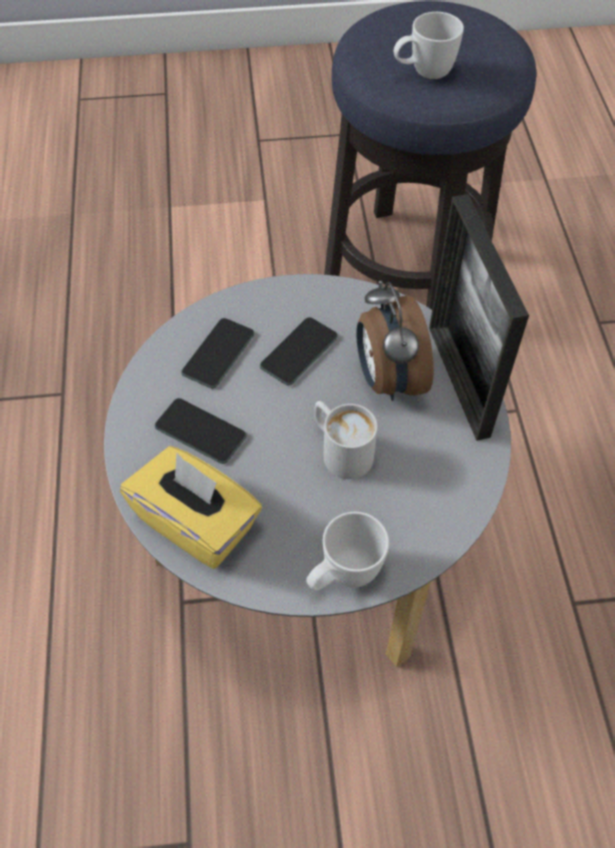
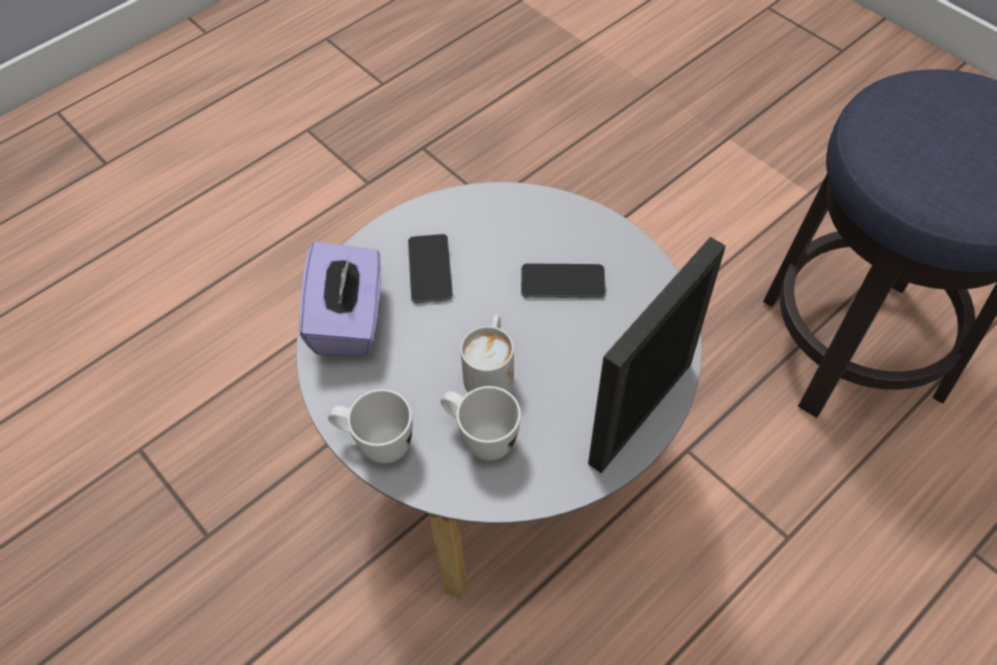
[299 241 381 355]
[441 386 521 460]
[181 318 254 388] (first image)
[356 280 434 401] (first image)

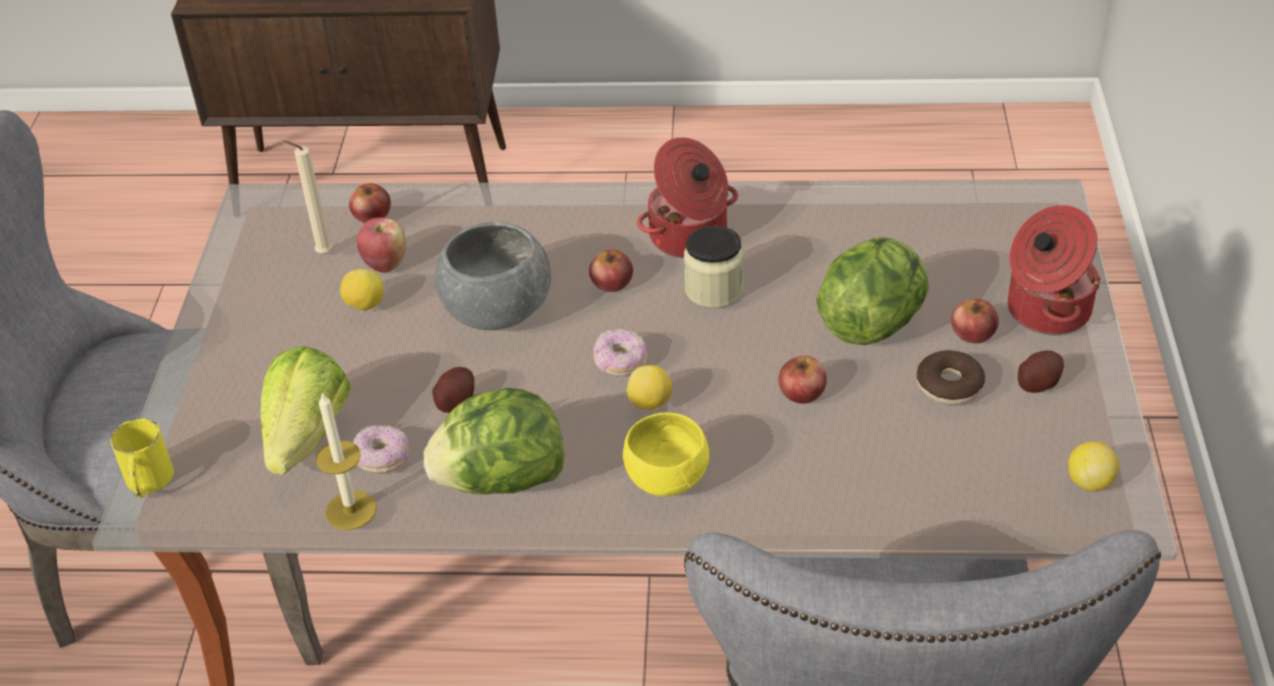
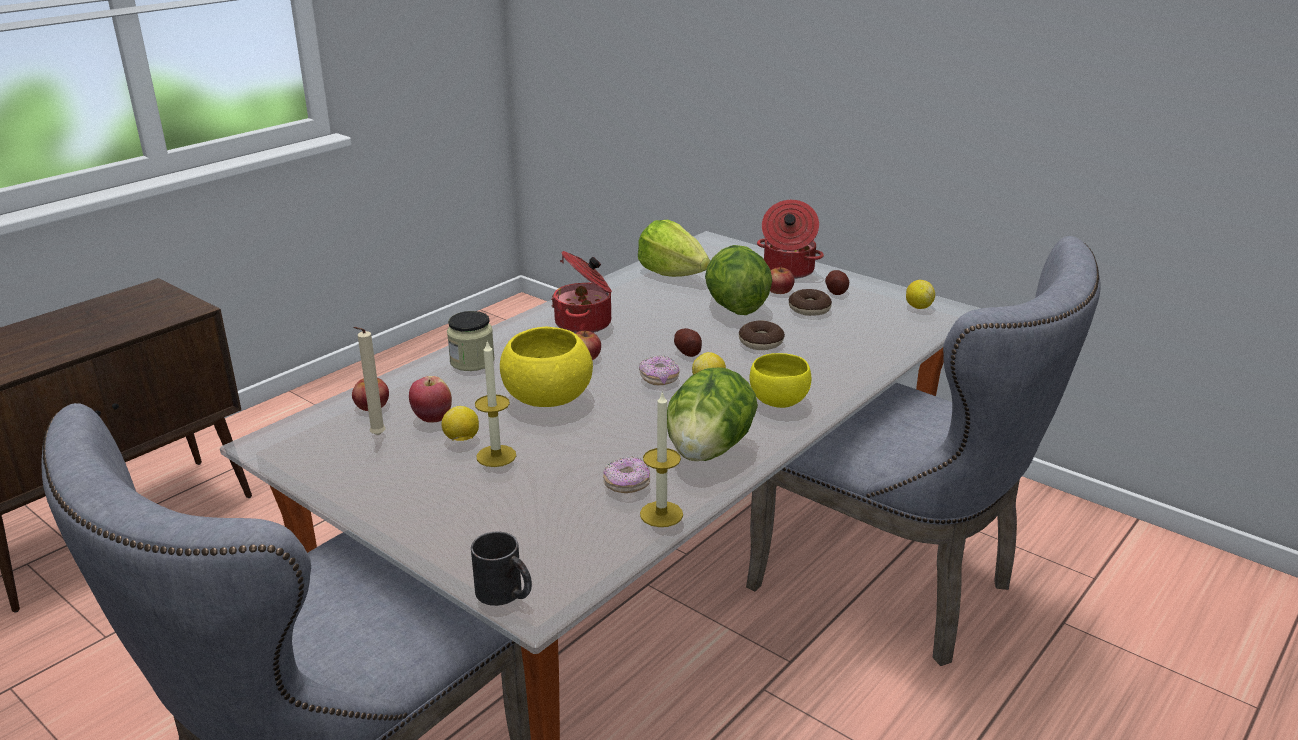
[447 311 495 371]
[471 531 532 606]
[475 340 516 467]
[500 327 593 407]
[638 220 710 277]
[674 328 702 357]
[739 321 785 350]

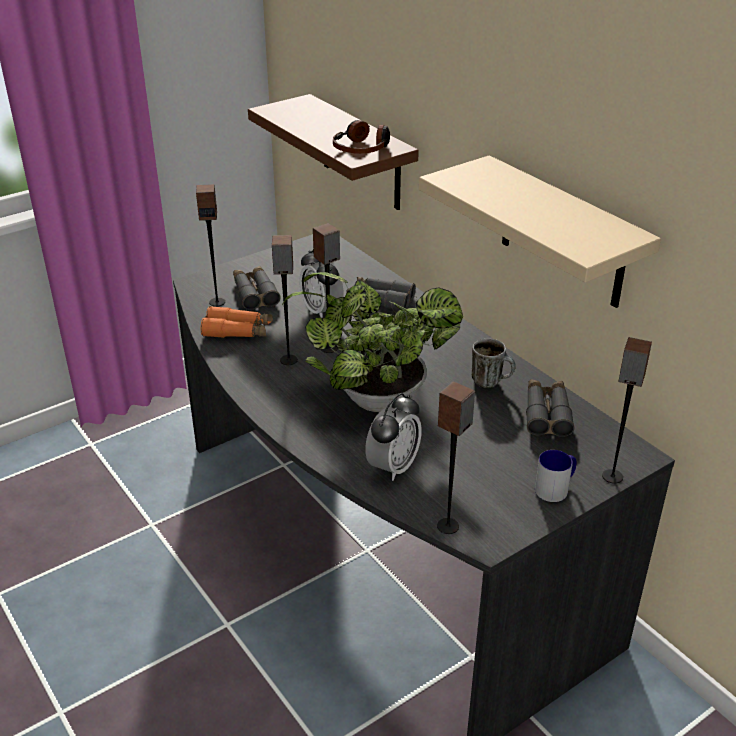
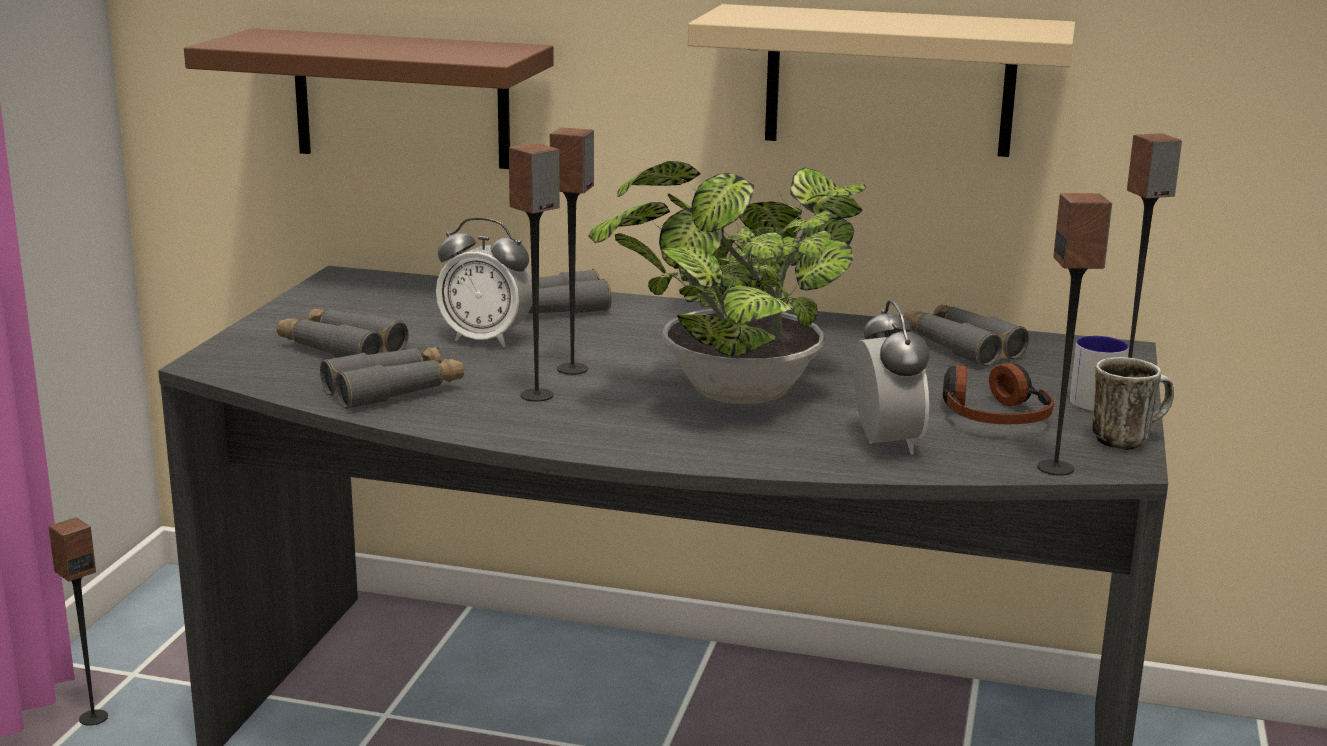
[48 517 108 726]
[320 347 464 409]
[943 363 1054 424]
[1092 357 1174 450]

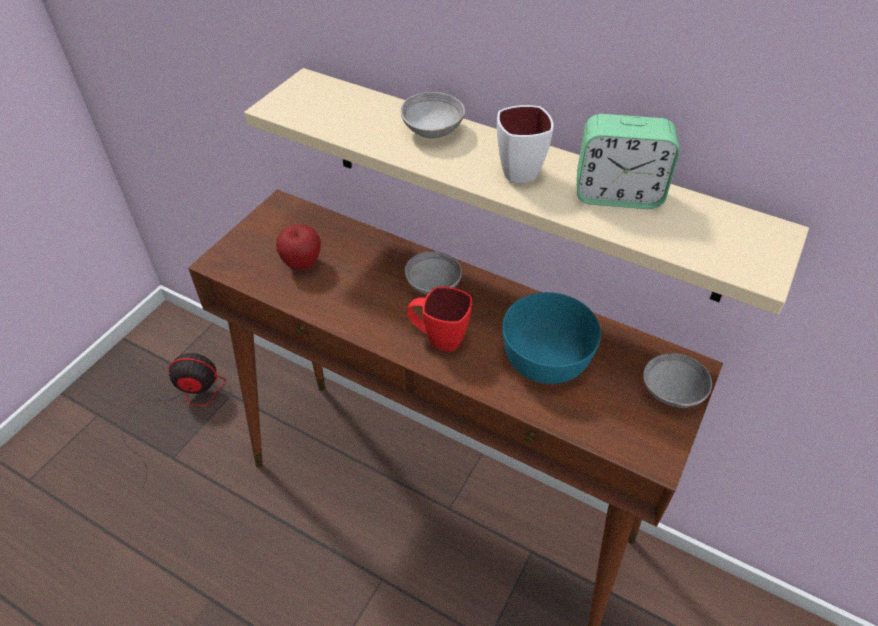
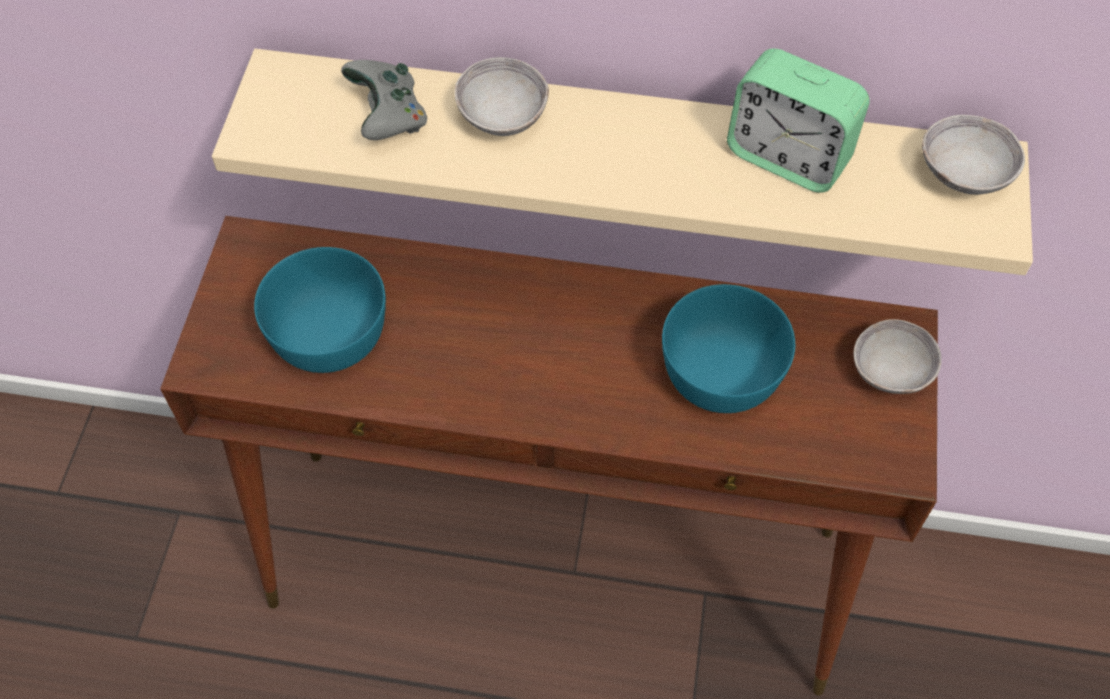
[254 247 386 373]
[341 60 427 140]
[727 48 870 193]
[922 115 1025 195]
[122 353 226 487] (first image)
[407 287 472 352] (first image)
[497 105 554 183] (first image)

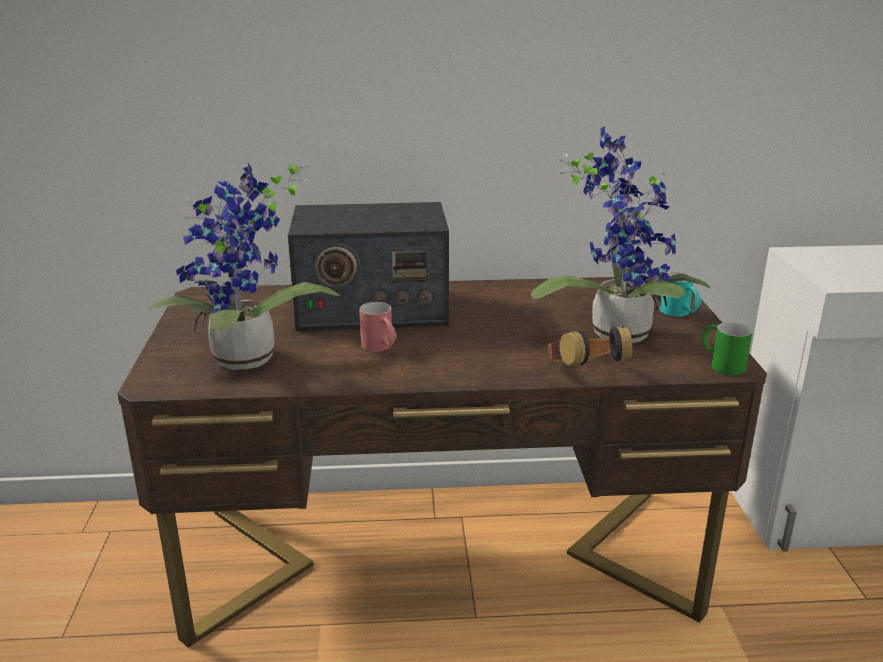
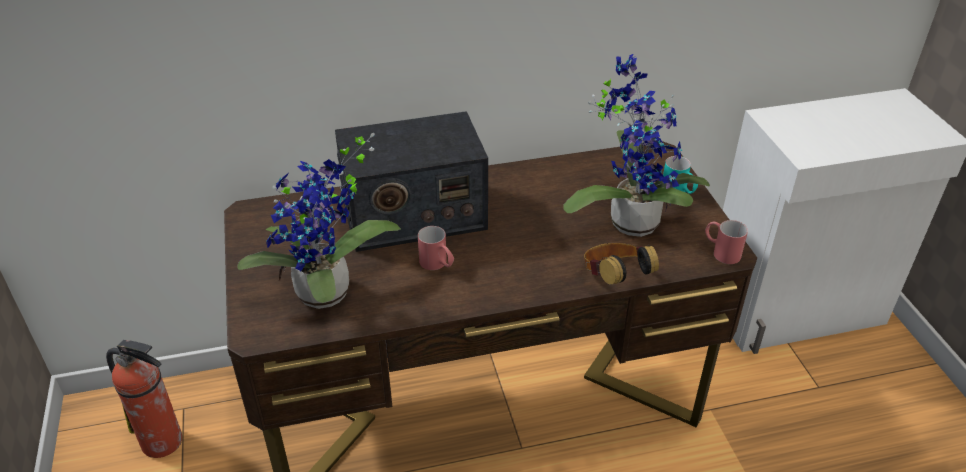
[106 340 182 458]
[705 220 748 264]

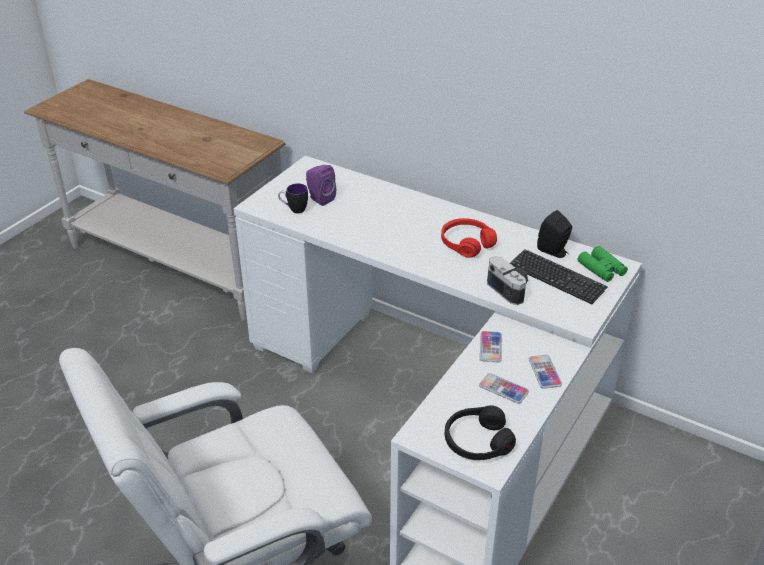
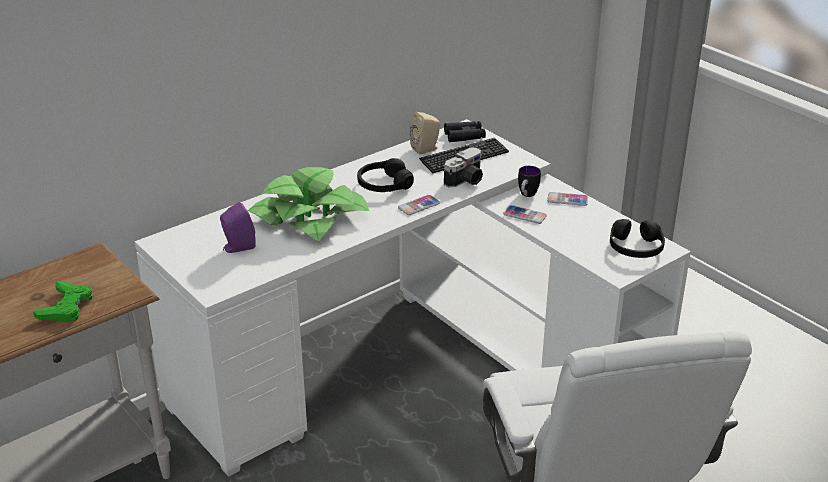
[33 281 93 322]
[248 167 369 241]
[357 158 414 192]
[398 195 440 215]
[410 112 440 155]
[444 121 486 142]
[444 147 483 188]
[518 166 541 197]

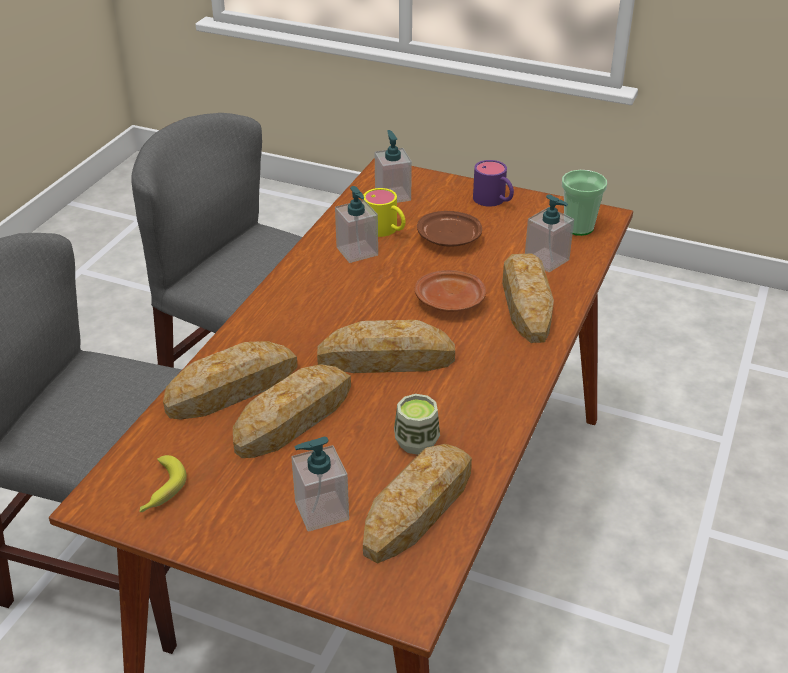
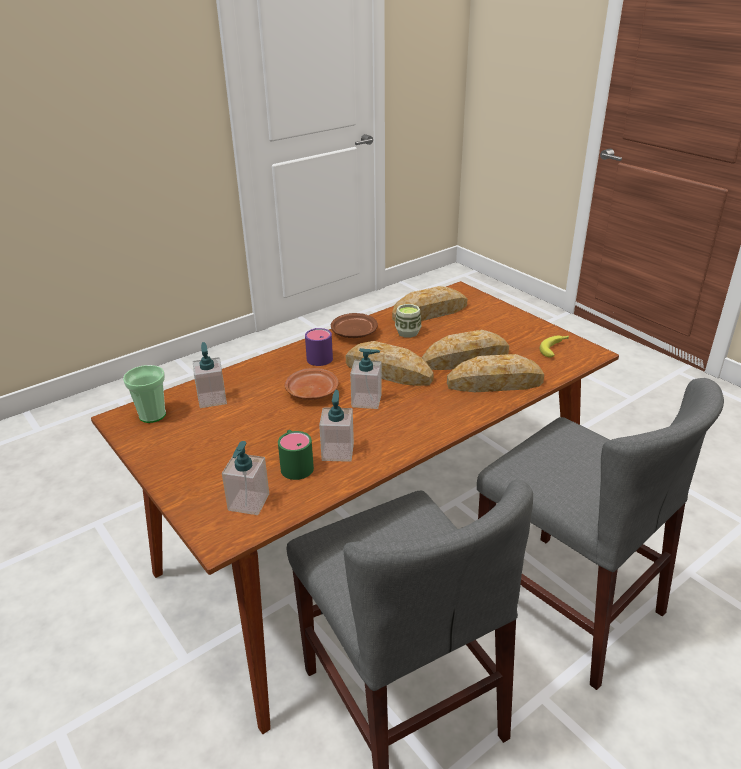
[278 430 314 480]
[305 328 333 366]
[331 313 378 338]
[350 348 382 409]
[502 254 554 343] (first image)

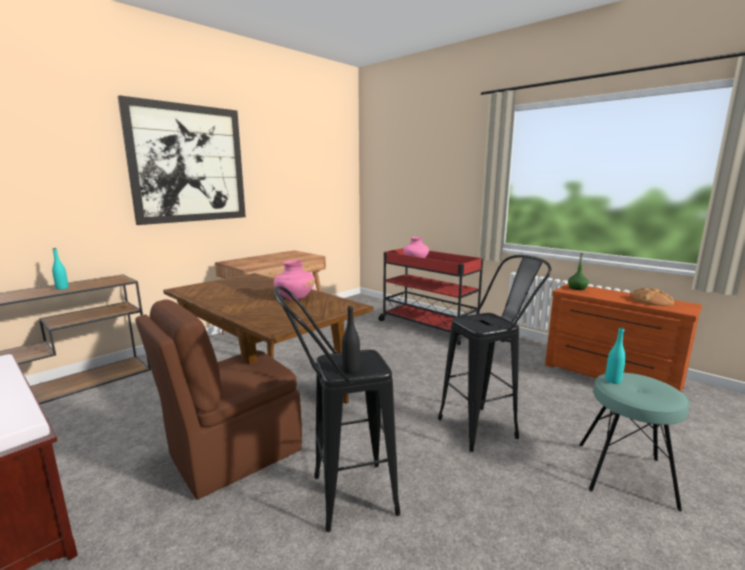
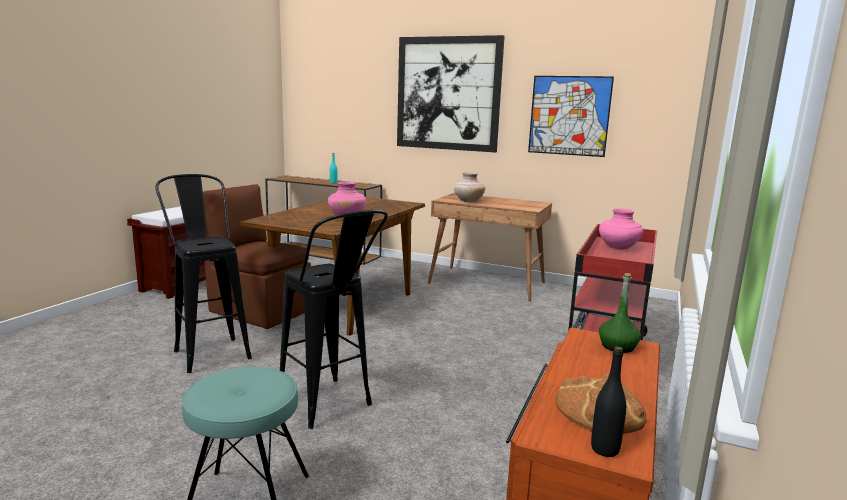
[454 172 485 202]
[528 76 614 157]
[591 347 626 457]
[605 327 626 384] (first image)

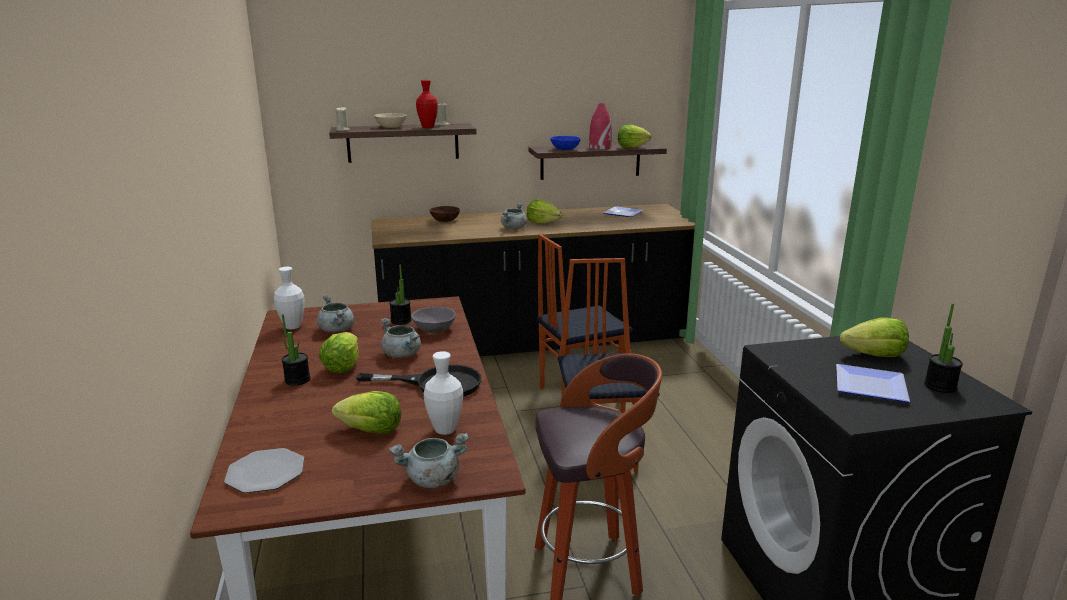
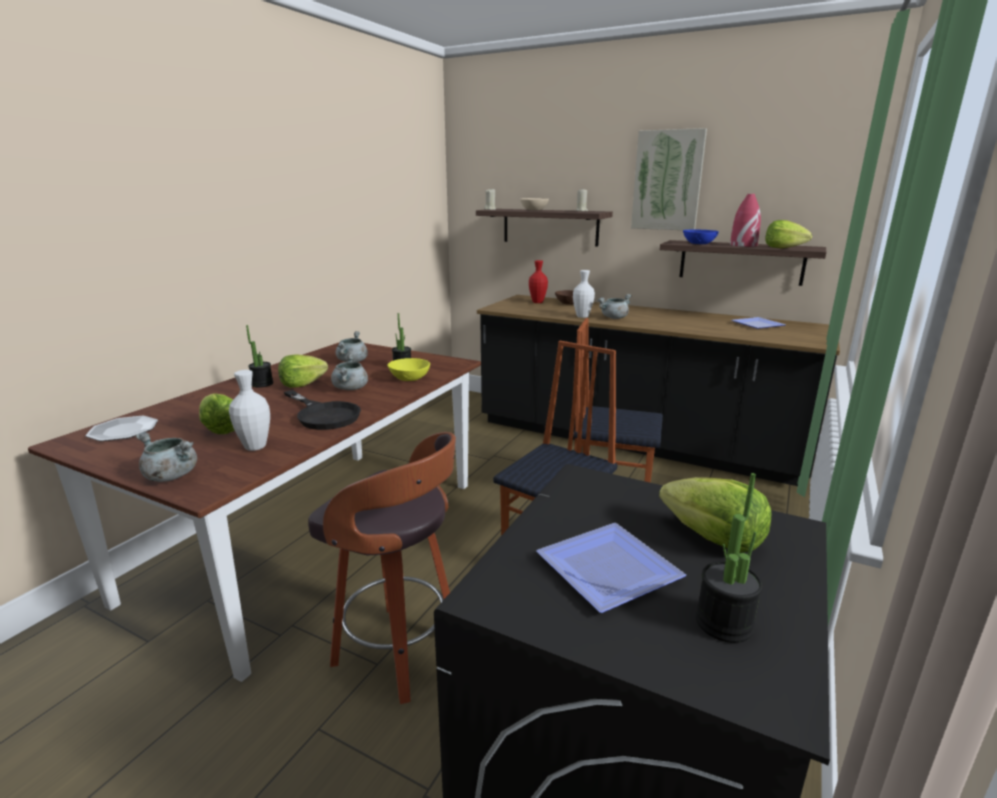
[387 358 430 381]
[529 260 548 303]
[573 270 595 318]
[631 128 707 230]
[527 200 562 224] (first image)

